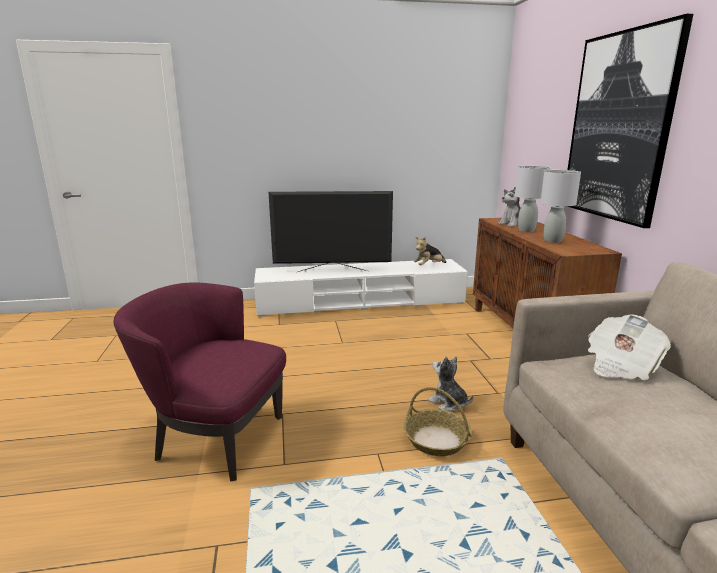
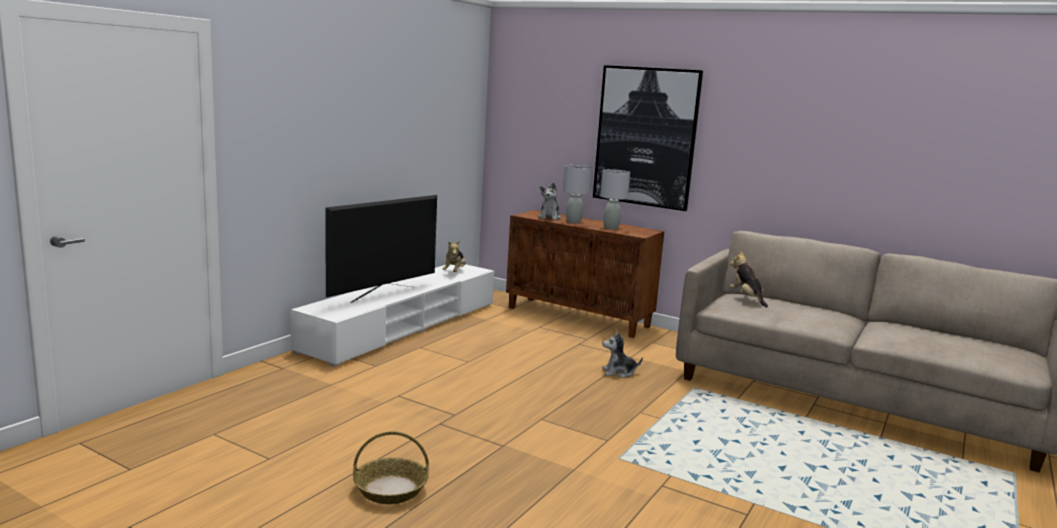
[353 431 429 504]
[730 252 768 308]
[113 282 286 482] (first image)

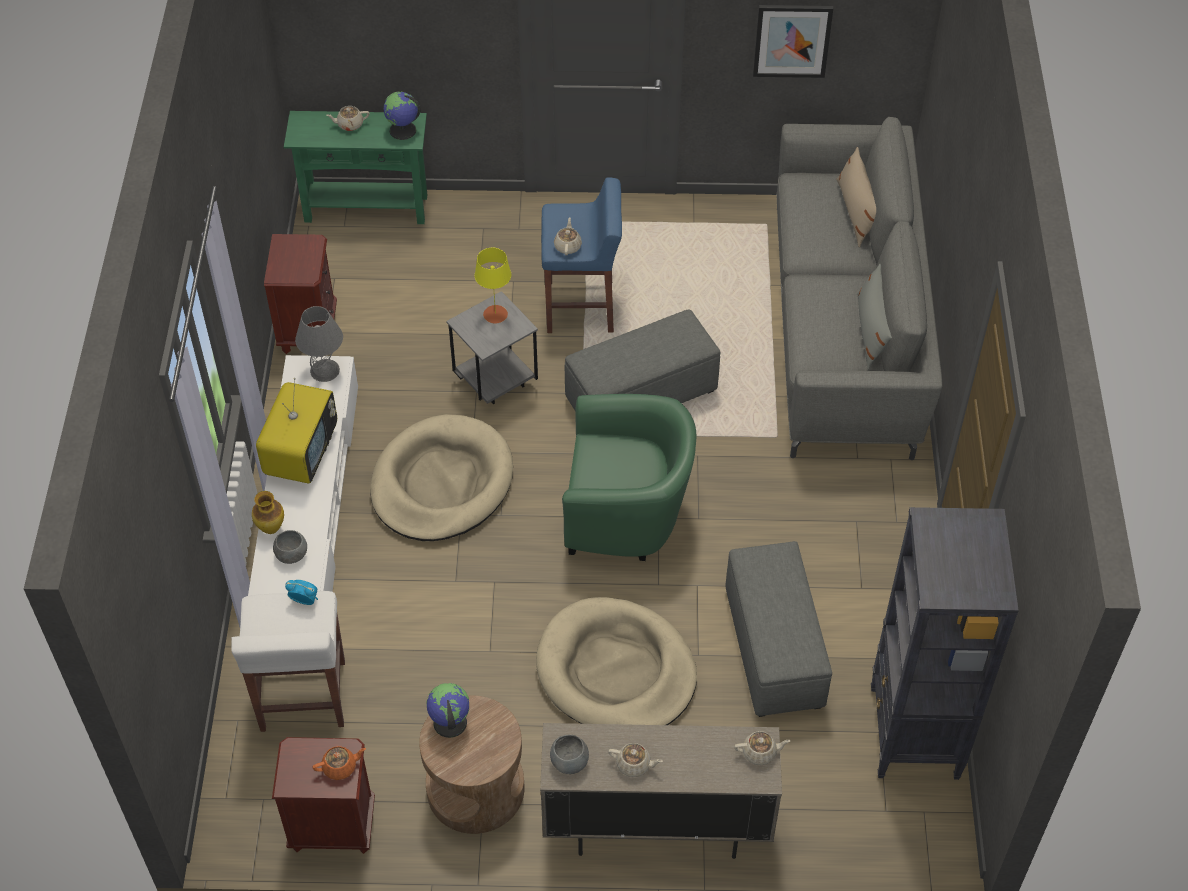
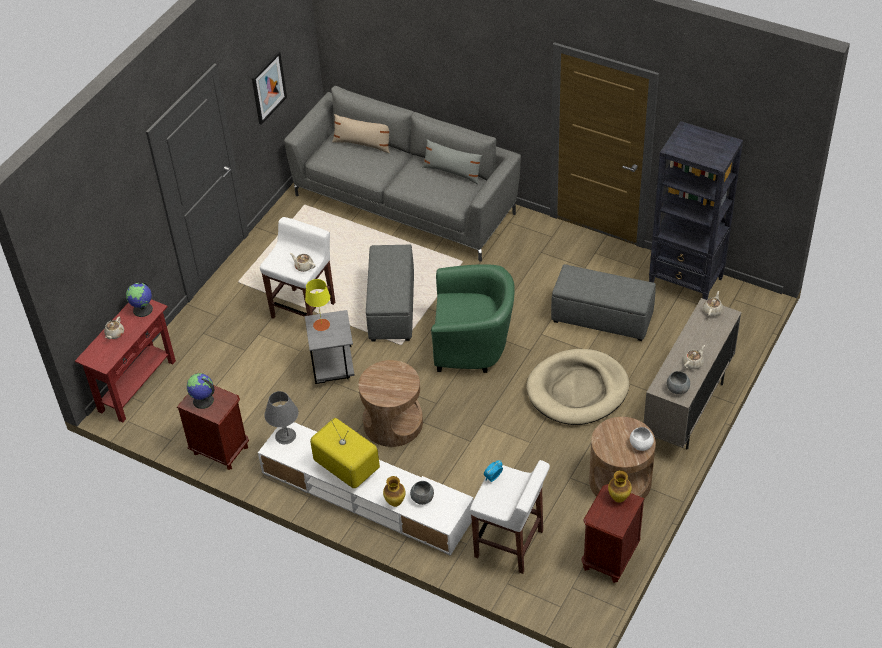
[75 299 176 423]
[186 373 215 409]
[260 217 335 319]
[358 360 423 447]
[431 264 515 373]
[608 471 632 503]
[630 427 654 451]

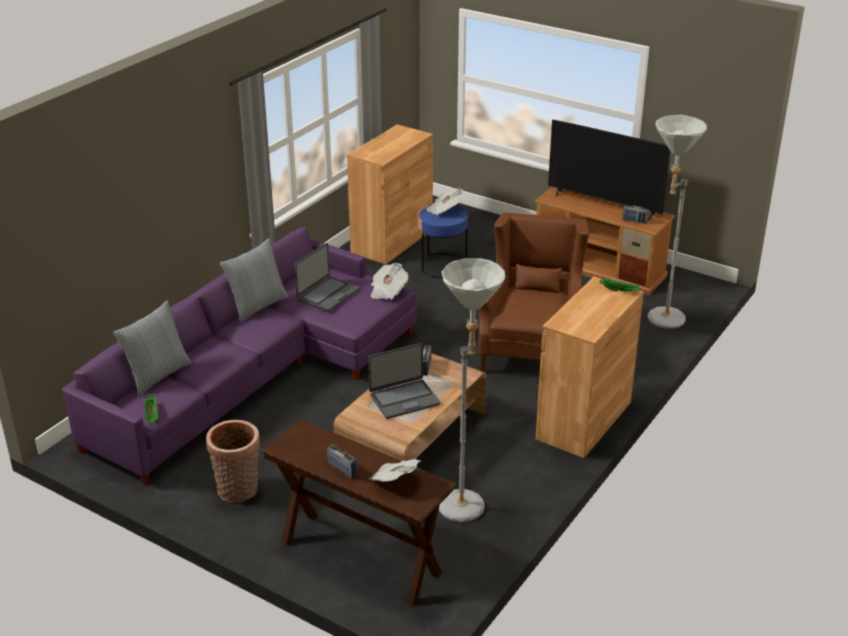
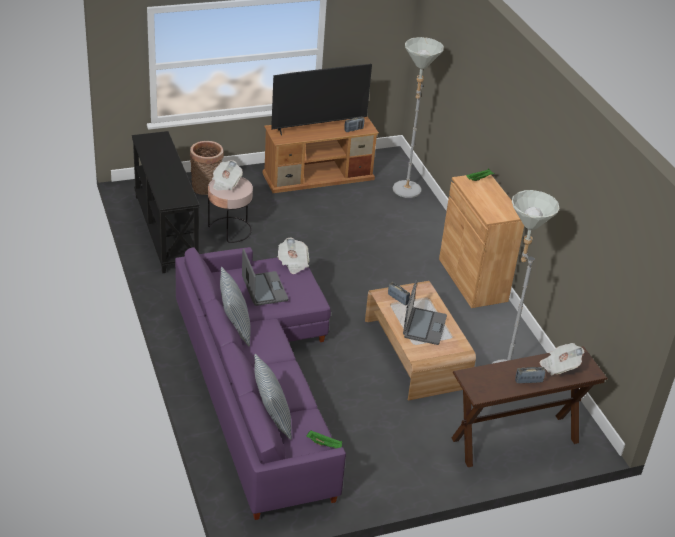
[132 131 200 273]
[190 141 224 195]
[208 177 253 243]
[478 212 589 372] (first image)

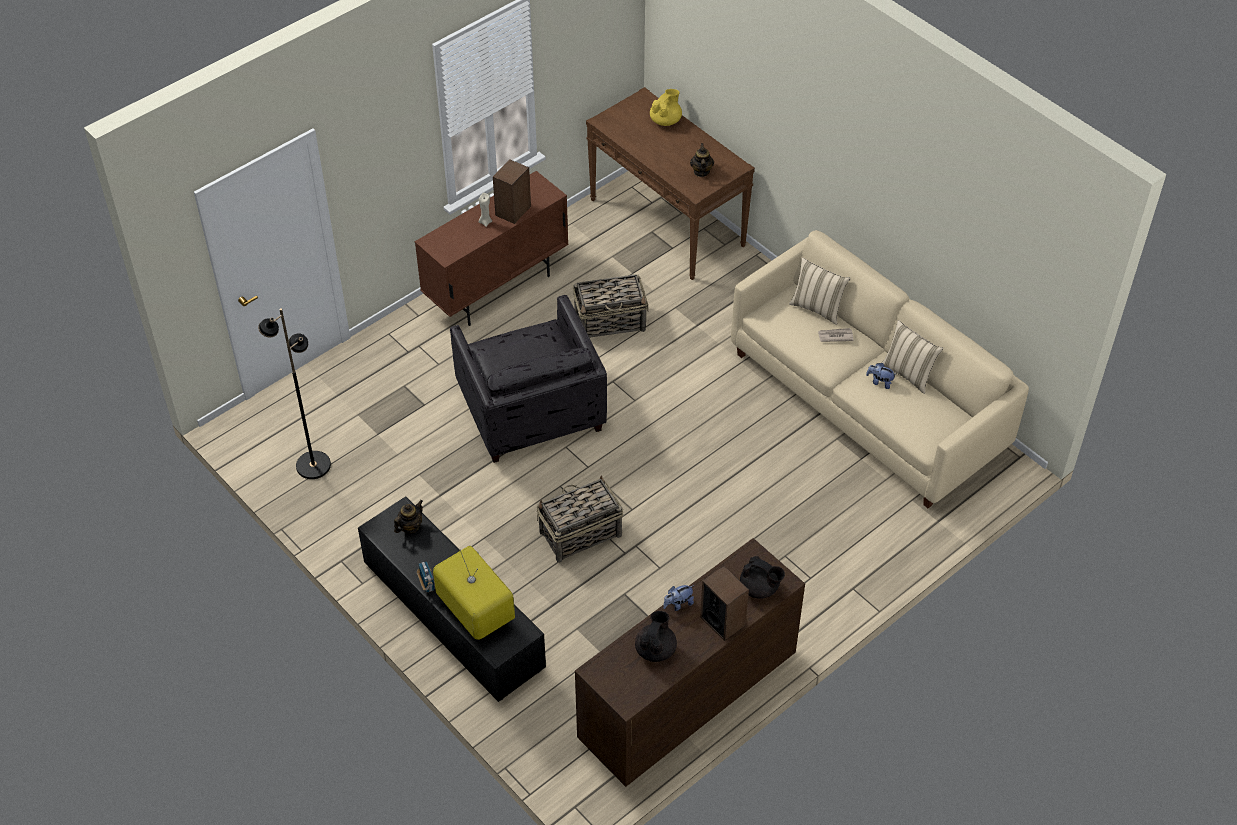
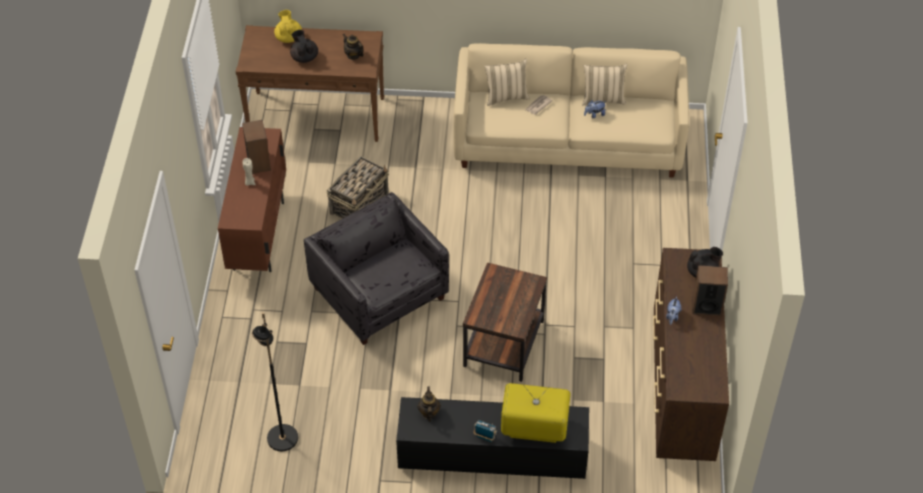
[290 30 318 63]
[304 192 449 345]
[463 262 547 382]

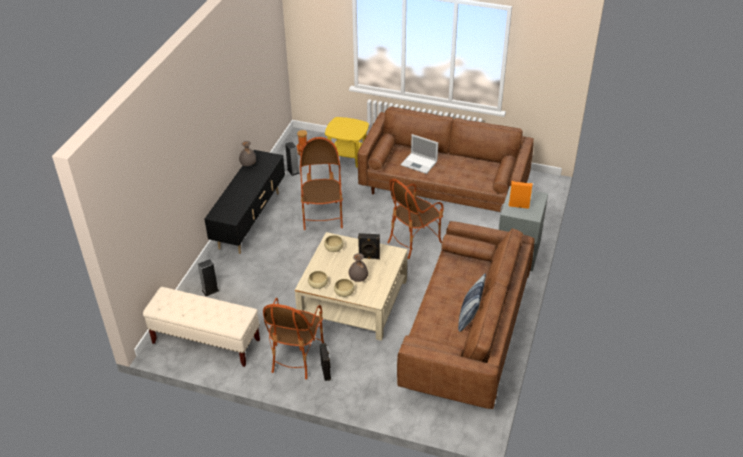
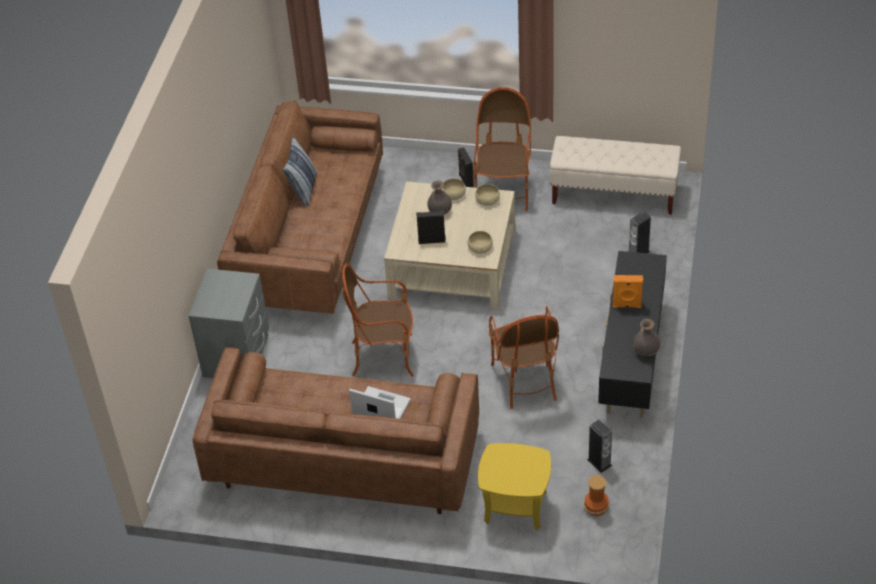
[342 263 414 377]
[613 275 643 308]

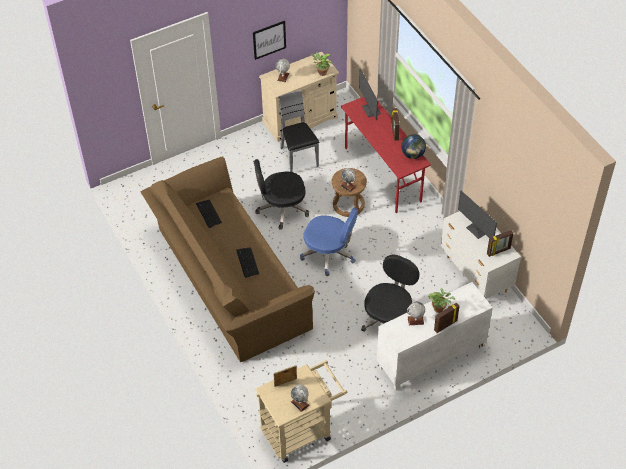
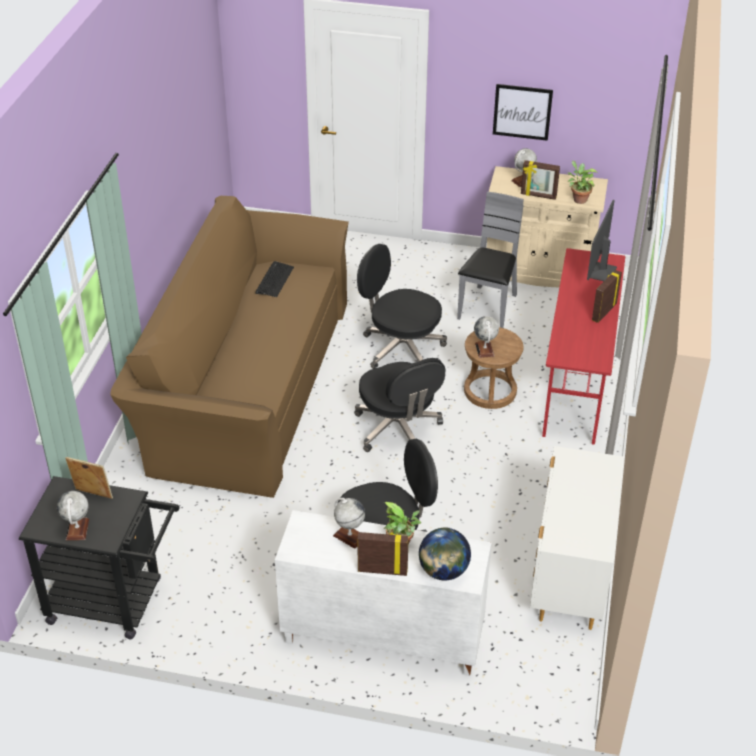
[19 476 180 639]
[354 358 445 452]
[419 527 471 580]
[521 160 560 200]
[236 247 259 278] (first image)
[458 191 497 239] (first image)

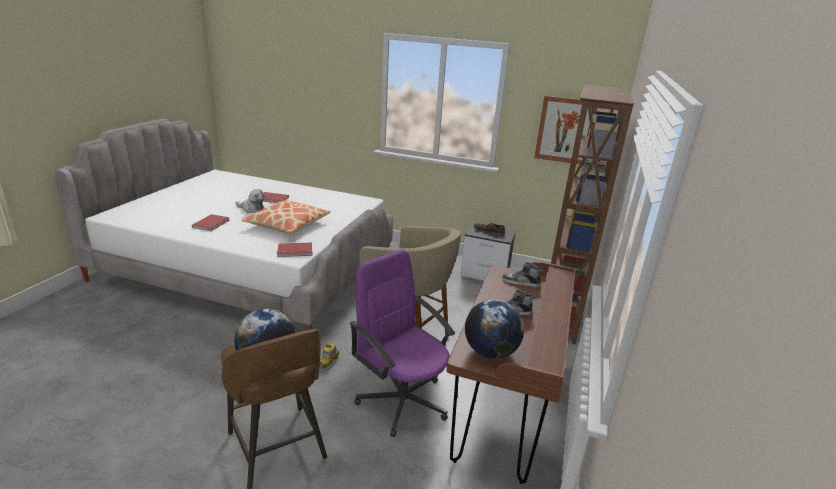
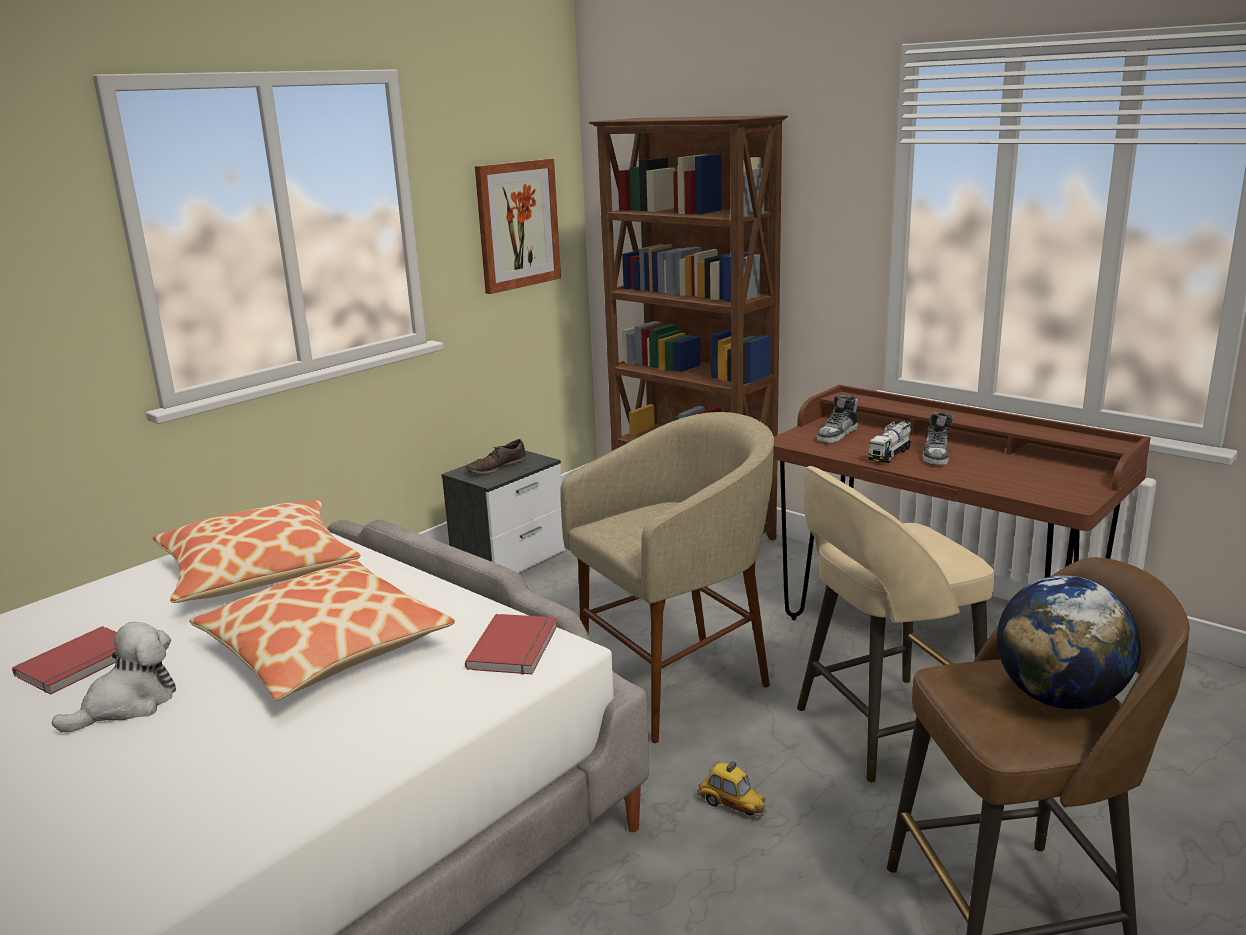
[153 501 361 603]
[797 466 994 783]
[868 420 912 463]
[192 214 230 231] (first image)
[465 299 524 359] (first image)

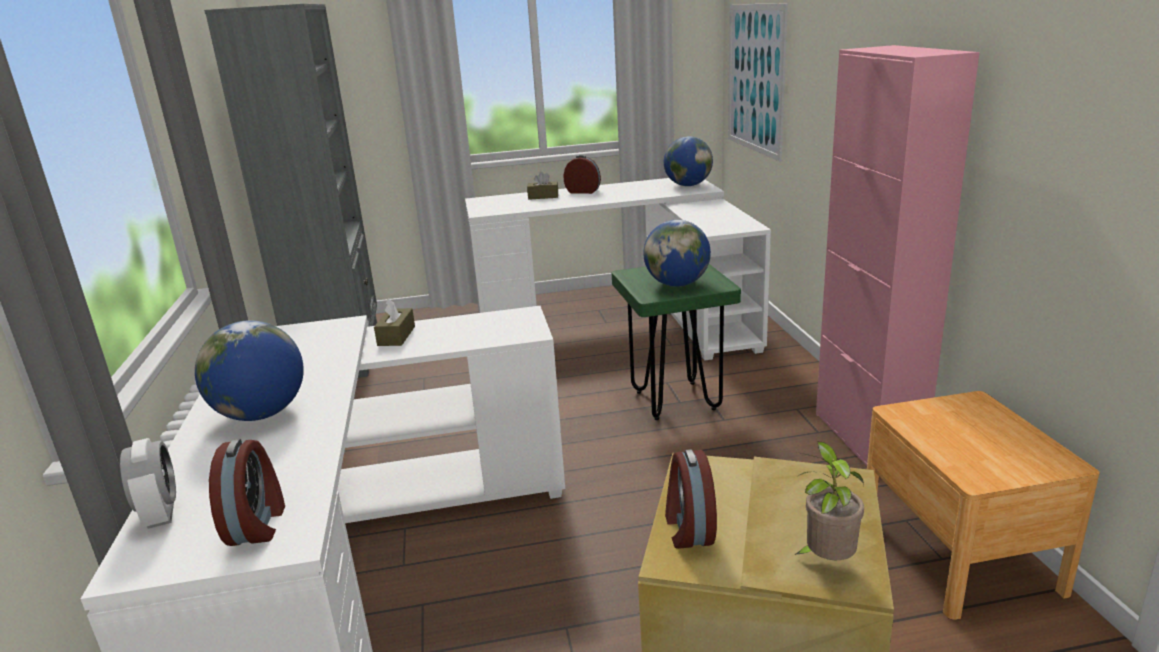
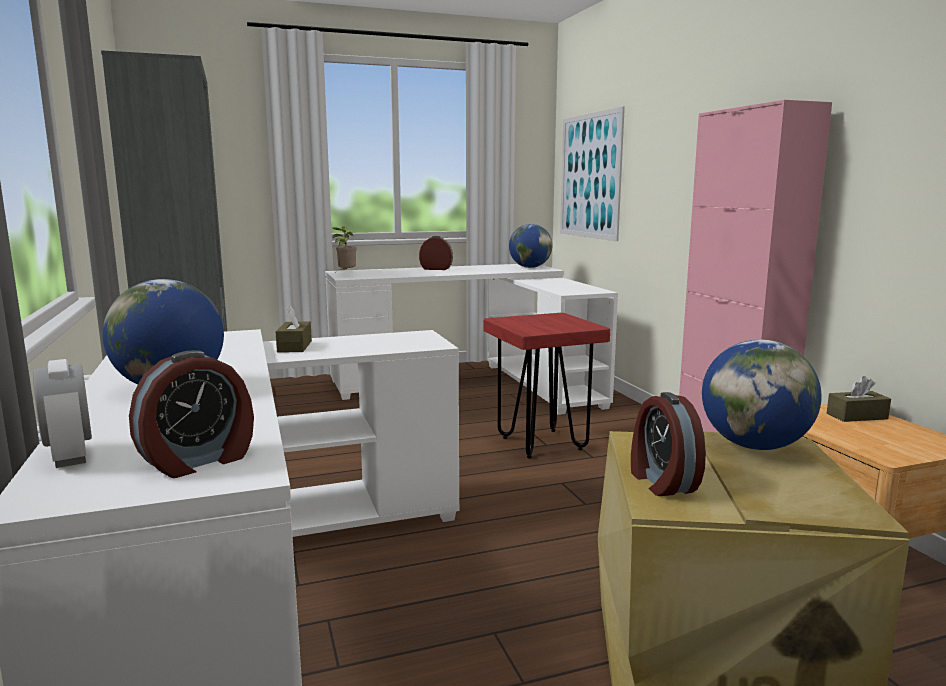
[129 350 254 478]
[332 226 357 270]
[484 313 610 459]
[702 339 822 450]
[827 376 891 422]

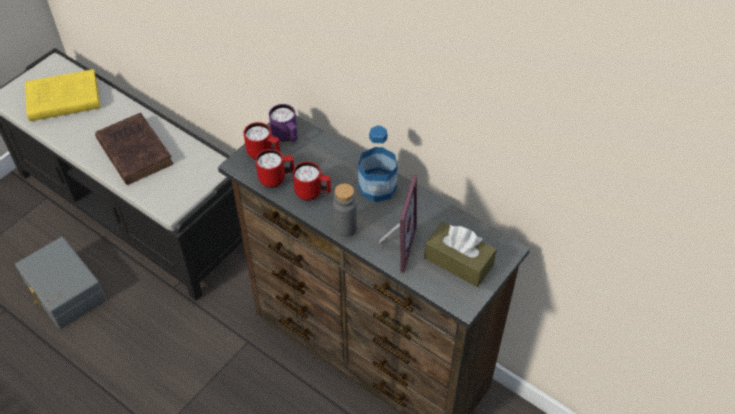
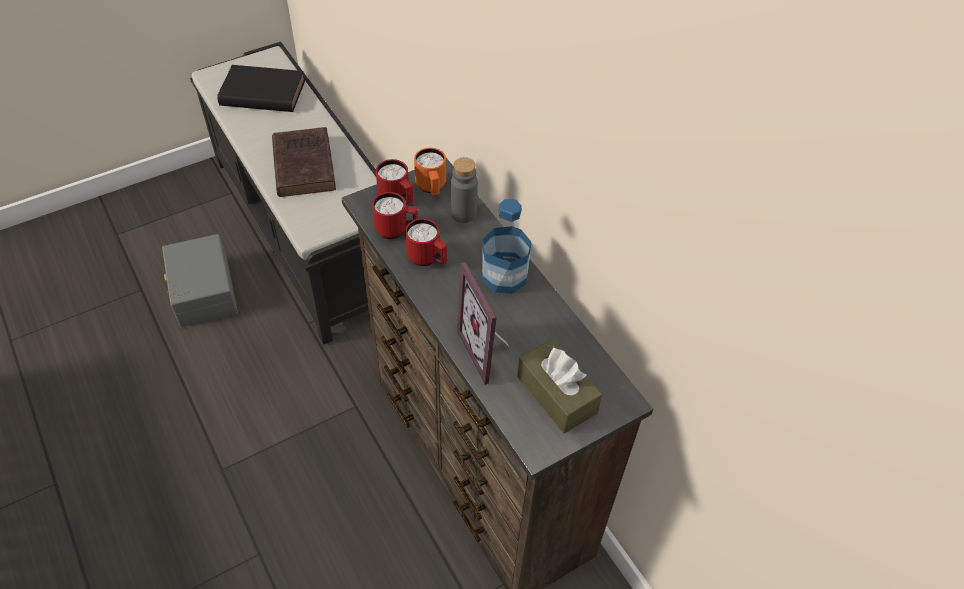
[217 65 305 112]
[414 148 446 195]
[451 157 478 223]
[457 262 509 385]

